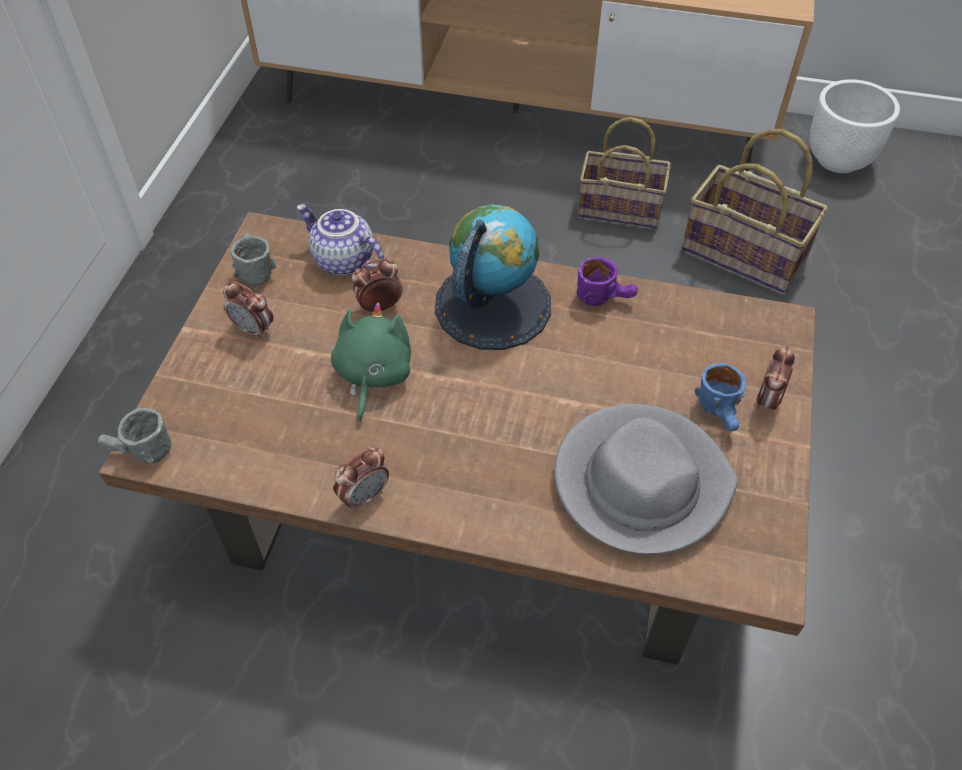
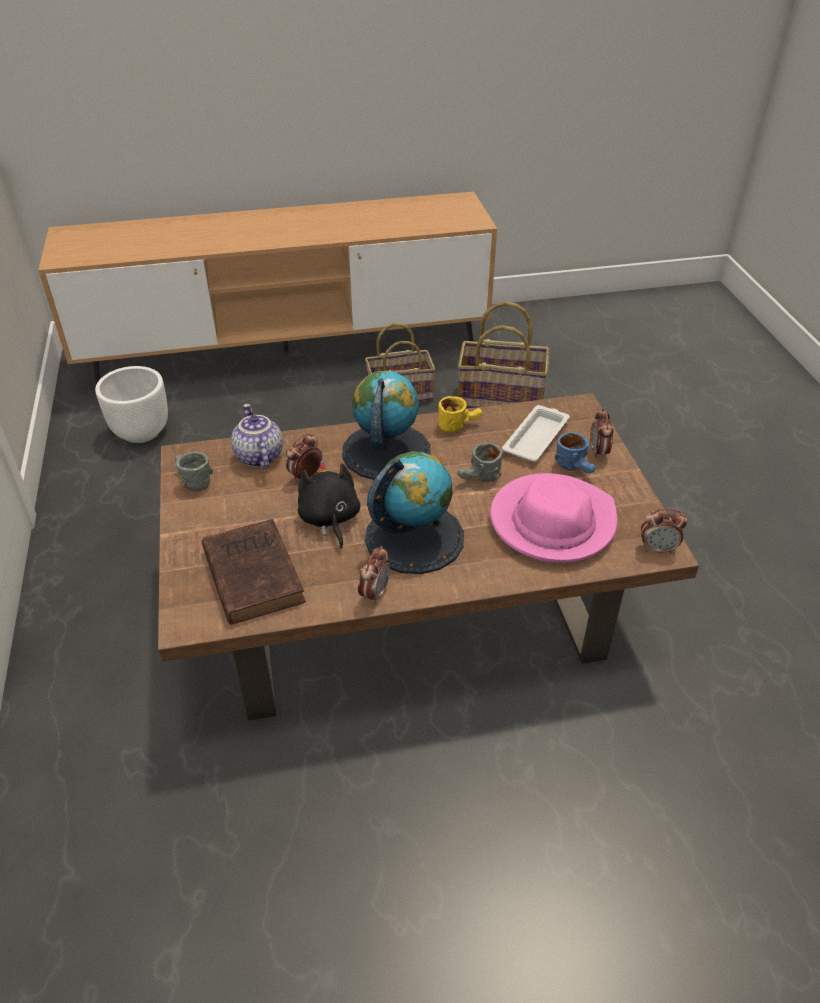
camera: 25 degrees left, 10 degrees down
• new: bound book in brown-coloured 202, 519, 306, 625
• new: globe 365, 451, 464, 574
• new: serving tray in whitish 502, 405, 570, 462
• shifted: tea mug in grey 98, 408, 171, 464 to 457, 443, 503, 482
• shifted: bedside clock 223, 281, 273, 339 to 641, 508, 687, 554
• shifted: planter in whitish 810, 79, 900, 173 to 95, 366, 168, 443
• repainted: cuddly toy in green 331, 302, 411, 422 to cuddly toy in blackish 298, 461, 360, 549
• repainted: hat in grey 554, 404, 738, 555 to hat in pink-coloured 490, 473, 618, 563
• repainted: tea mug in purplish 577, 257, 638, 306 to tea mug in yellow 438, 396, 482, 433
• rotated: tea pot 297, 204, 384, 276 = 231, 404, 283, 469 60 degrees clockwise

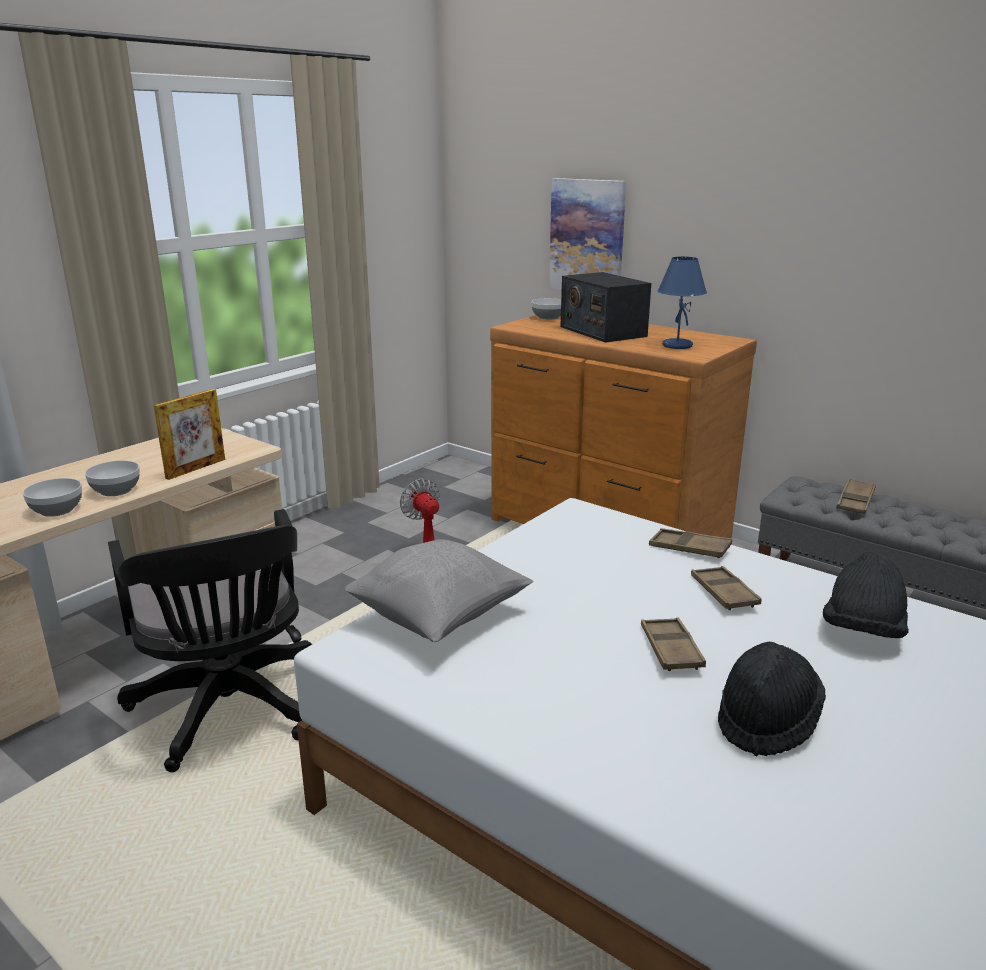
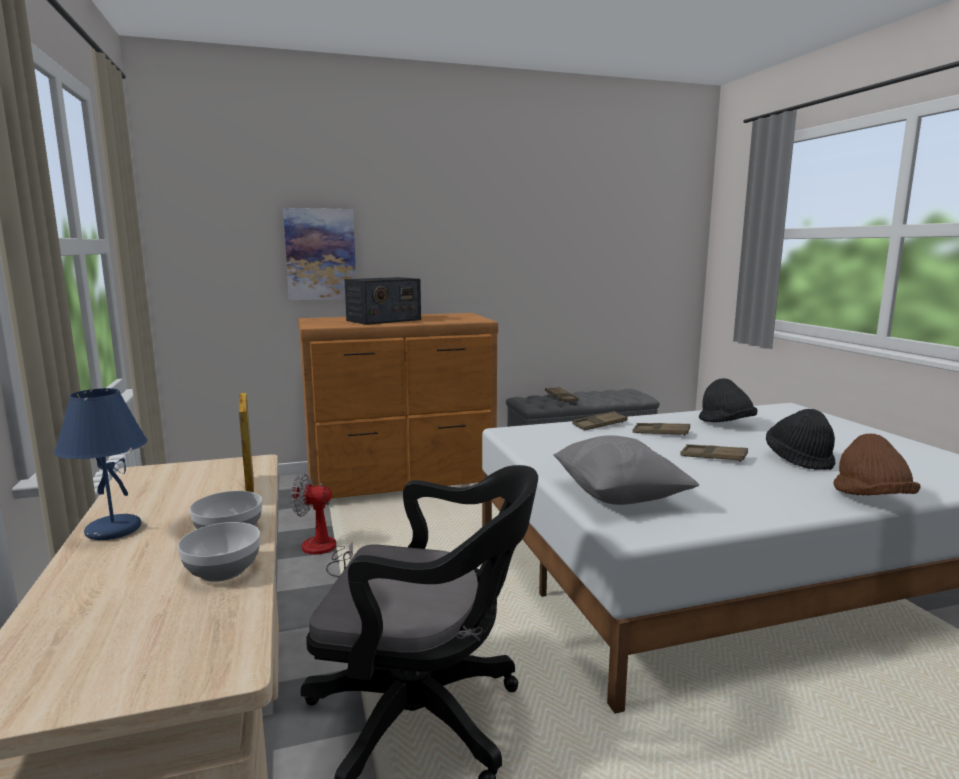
camera: 55 degrees left, 10 degrees down
• gone: serving bowl 531, 298, 561, 320
• new: hat in brown-coloured 834, 434, 921, 496
• shifted: lamp for a table in blue-coloured 658, 256, 707, 349 to 54, 388, 147, 540
• rotated: radio set 560, 272, 651, 343 = 344, 277, 421, 325 45 degrees counterclockwise

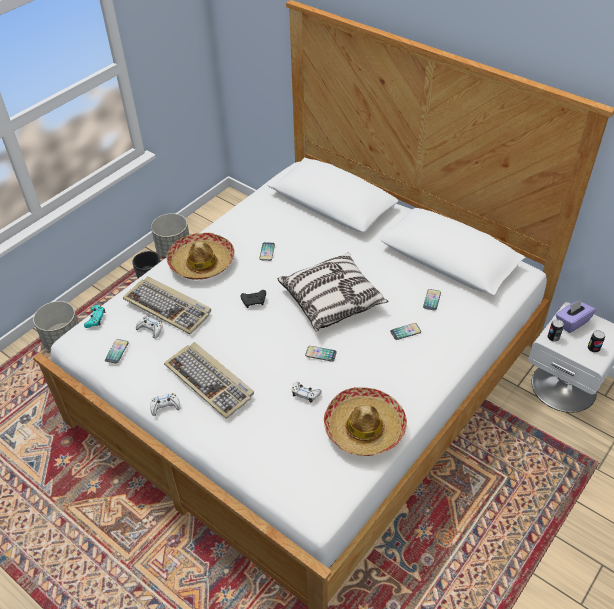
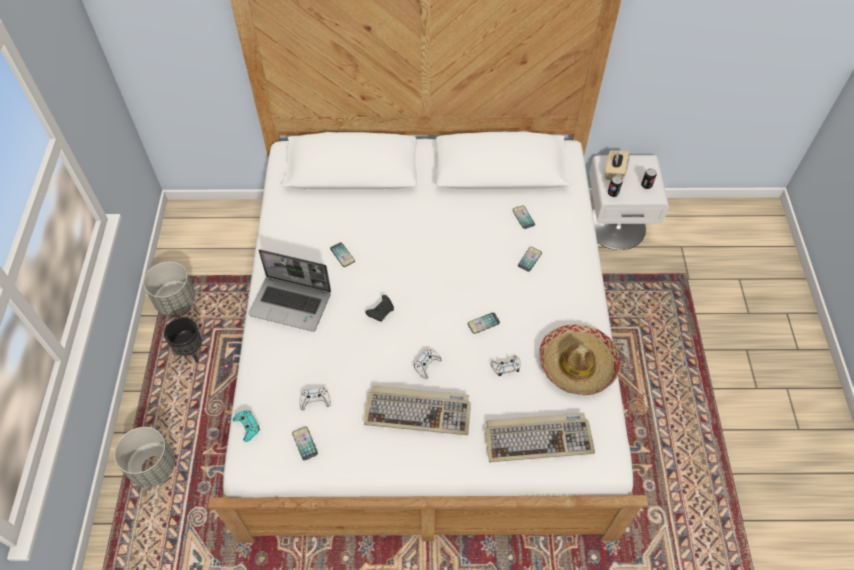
camera: 40 degrees left, 10 degrees up
• gone: cushion 278, 253, 388, 332
• shifted: keyboard 123, 276, 211, 335 to 485, 413, 595, 462
• shifted: gamepad in whitish 150, 393, 181, 416 to 414, 349, 442, 379
• swapped: hat 166, 233, 235, 280 to laptop 248, 249, 331, 332
• repainted: tissue box in purplish 556, 300, 596, 333 to tissue box in beige-coloured 605, 150, 630, 181

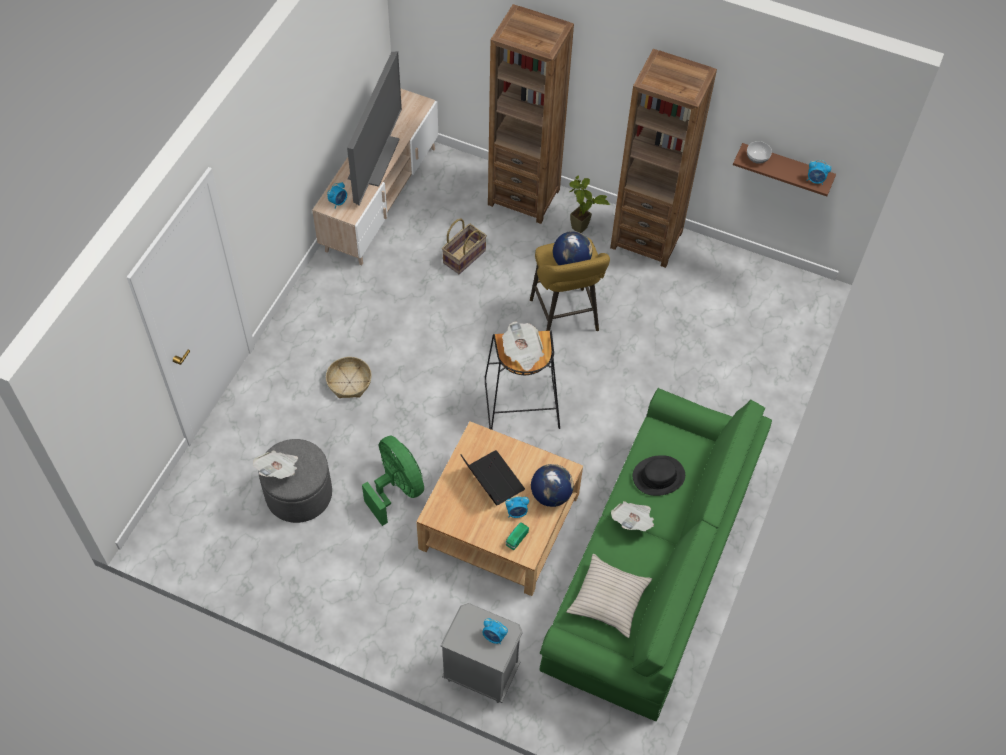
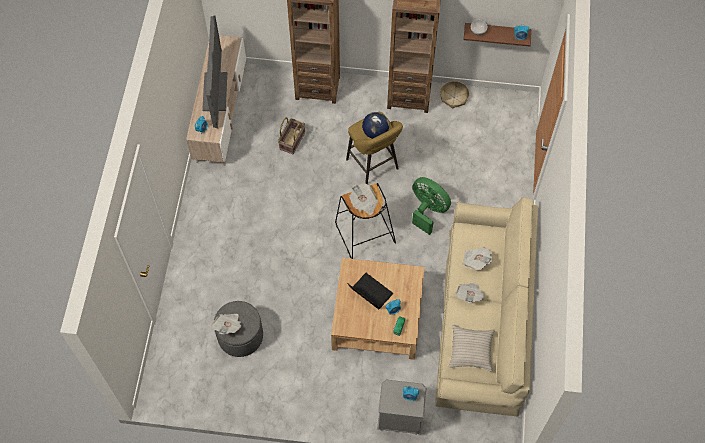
camera: 15 degrees left, 5 degrees up
• gone: globe 531, 464, 574, 507
• gone: houseplant 569, 175, 610, 233
• shifted: basket 326, 357, 372, 398 to 440, 81, 469, 109
• shifted: electric fan in green 362, 436, 424, 526 to 412, 177, 451, 235
• swapped: hat in blackish 633, 455, 685, 496 to newspaper 462, 247, 492, 270
• repainted: couch in green 539, 388, 772, 721 to couch in beige-coloured 435, 197, 538, 416

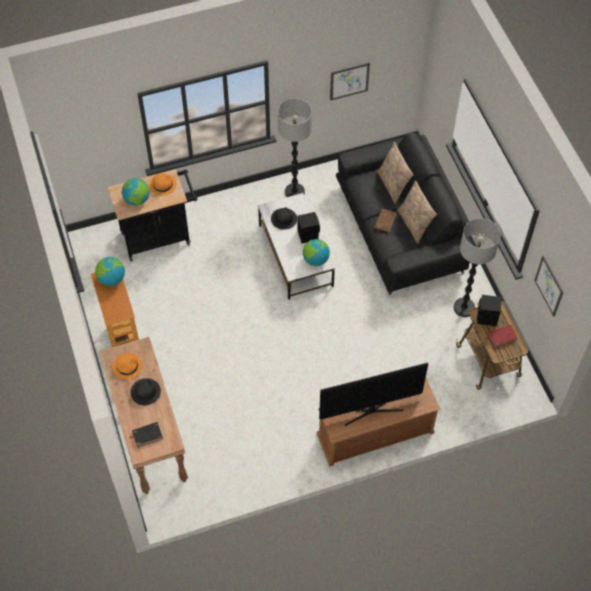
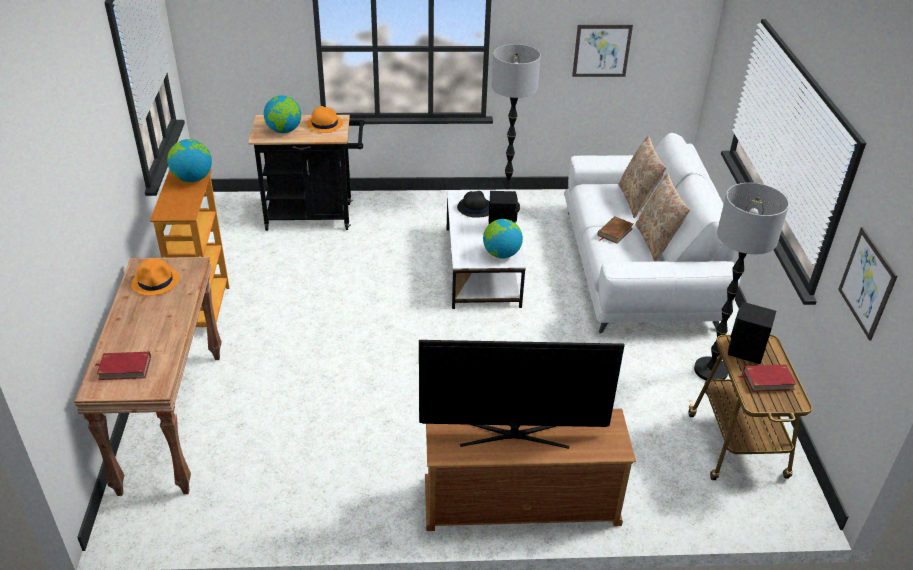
camera: 15 degrees right, 20 degrees down
• gone: hat in blackish 131, 378, 161, 405
• repainted: bound book in blackish 129, 422, 163, 448 to bound book in red 96, 352, 151, 380
• repainted: couch in blackish 336, 133, 474, 295 to couch in whitish 564, 133, 741, 333

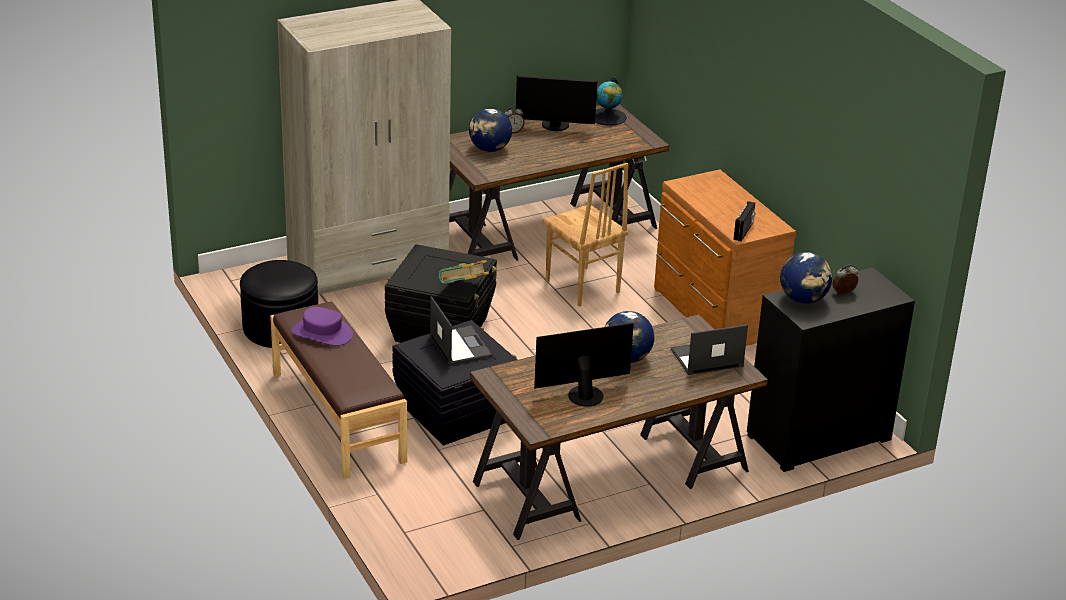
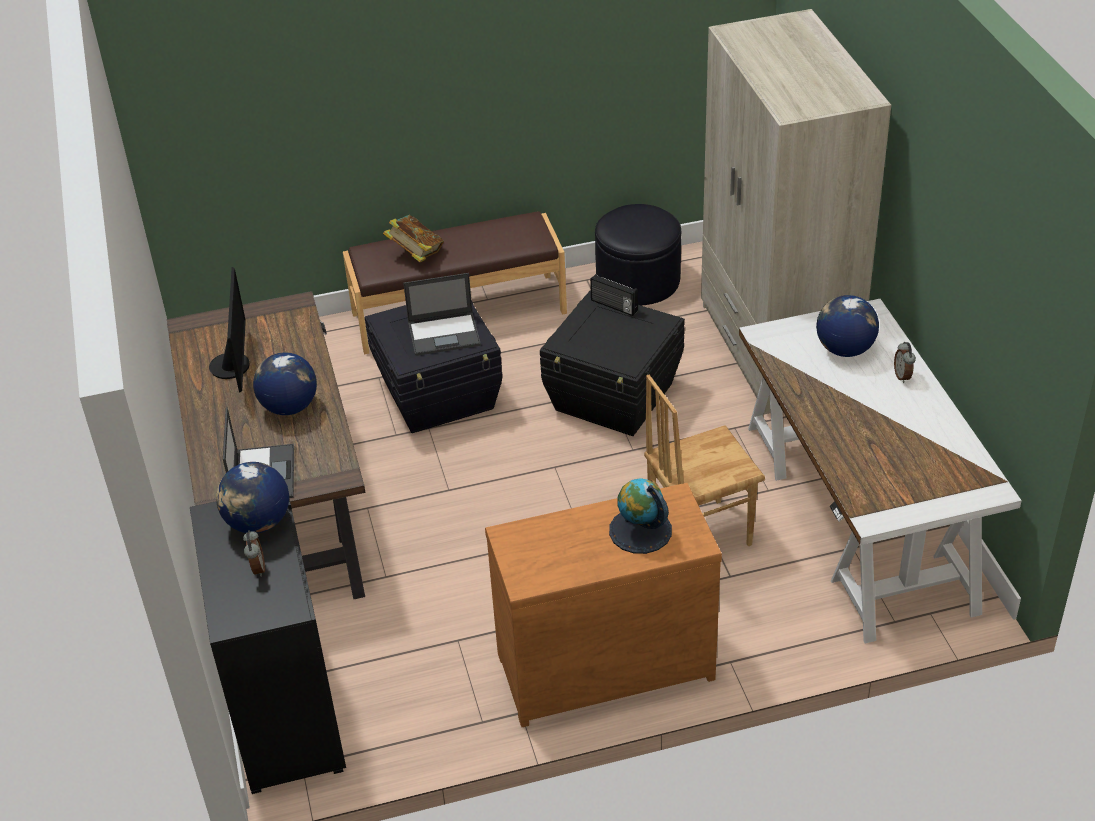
camera: 105 degrees right, 10 degrees up
• gone: hat in purplish 292, 307, 353, 346
• gone: computer display 516, 75, 597, 131
• shifted: bound book 439, 260, 489, 284 to 383, 215, 444, 262
• shifted: globe 595, 77, 627, 126 to 609, 478, 672, 554
• shifted: radio set 734, 201, 755, 241 to 590, 274, 638, 316
• repainted: desk in brown-coloured 449, 104, 669, 261 to desk in whitish 739, 299, 1022, 644

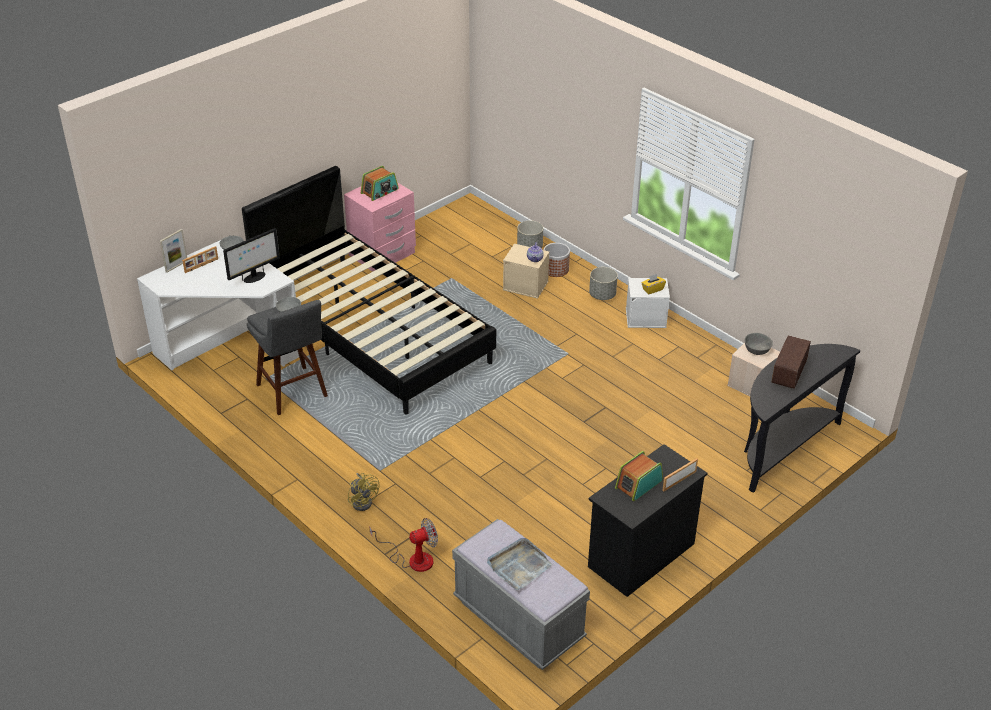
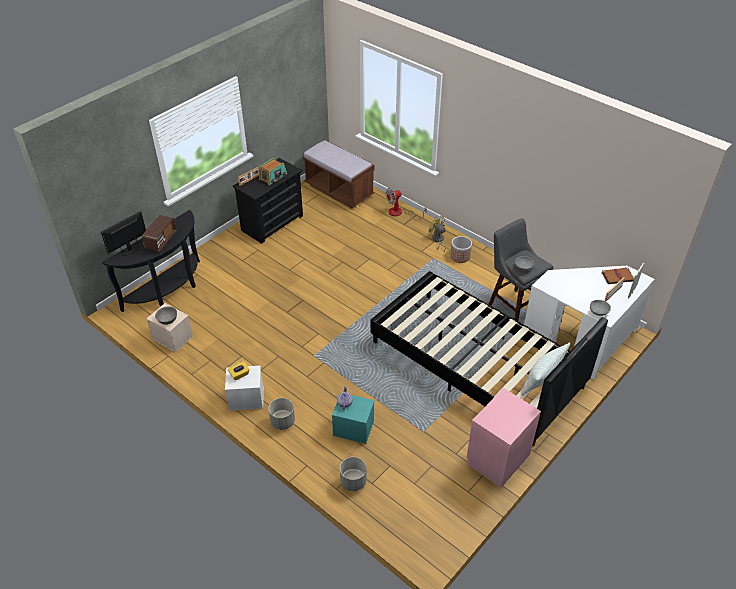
camera: 175 degrees right, 5 degrees up
• gone: radio set 361, 166, 399, 201
• gone: serving tray in grey 487, 538, 552, 590
• new: cushion 521, 342, 570, 396
• new: bound book in brown-coloured 601, 267, 634, 284
• shifted: computer display 223, 228, 280, 283 to 101, 211, 146, 255
• shifted: planter 544, 243, 570, 277 to 450, 236, 472, 263
• repainted: bench in grey 452, 519, 590, 670 to bench in brown-coloured 303, 140, 375, 209
• repainted: storage bin in beige-coloured 503, 244, 550, 299 to storage bin in blue-green 332, 395, 374, 444

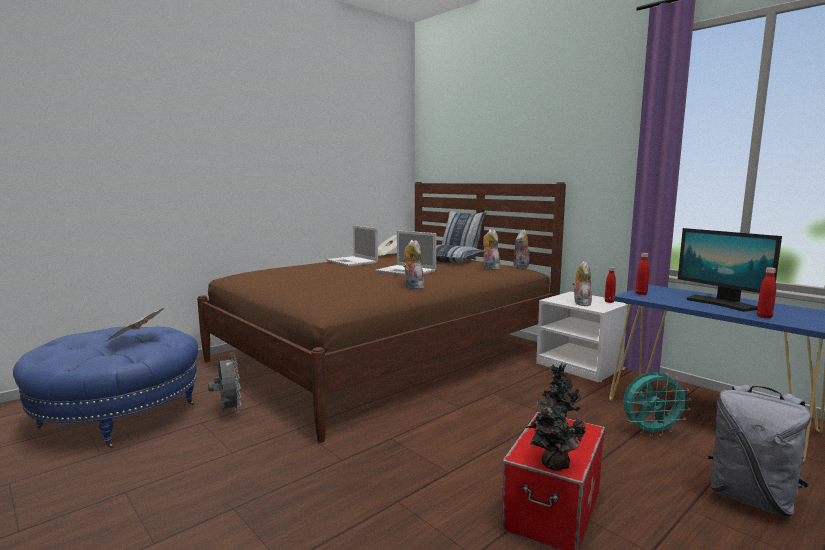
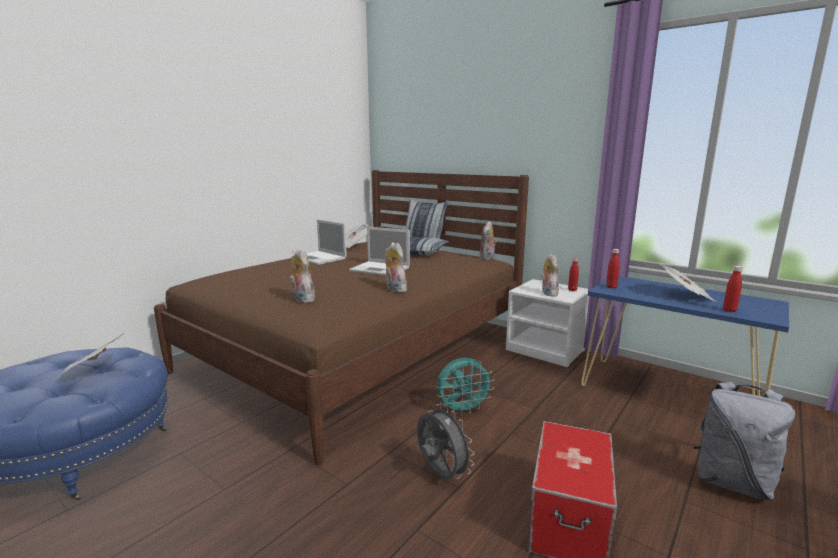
camera: 10 degrees left, 5 degrees up
• gone: houseplant 526, 363, 586, 471
• shifted: electric fan in grey 208, 353, 241, 414 to 417, 404, 475, 480
• shifted: cuddly toy 483, 229, 500, 270 to 289, 248, 315, 303
• shifted: electric fan in blue-green 623, 372, 692, 437 to 437, 358, 494, 415
• swapped: computer display 678, 228, 782, 312 to newspaper 660, 264, 717, 302

